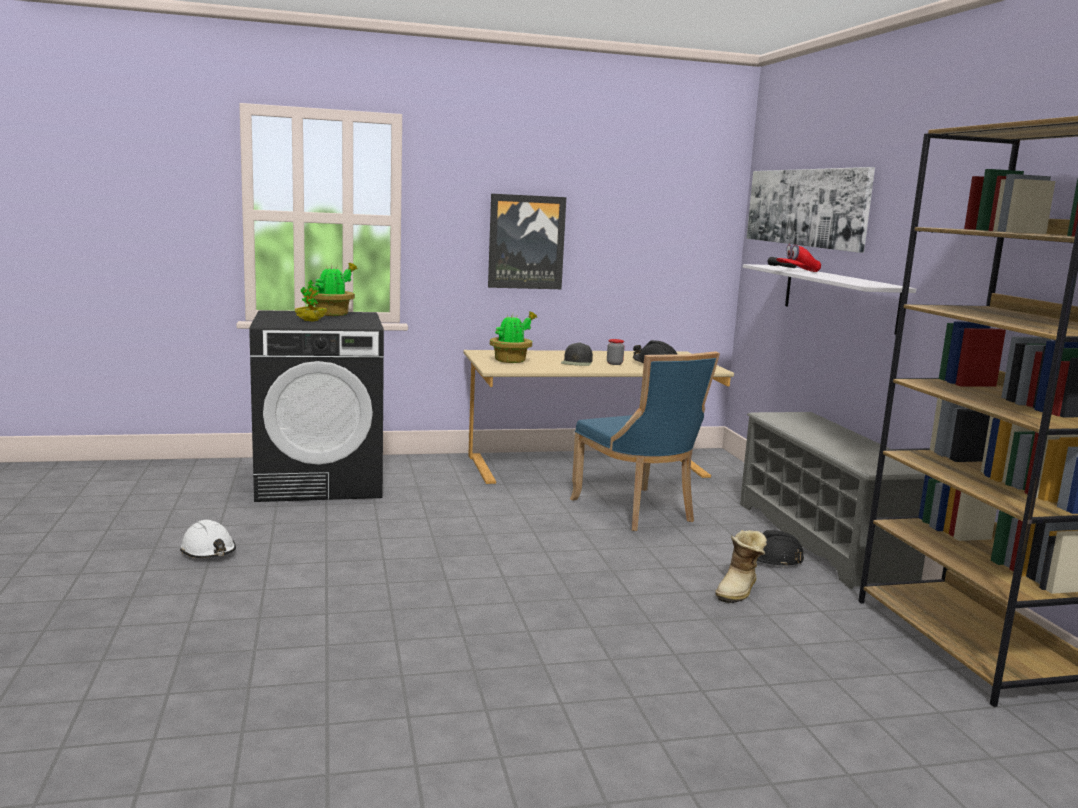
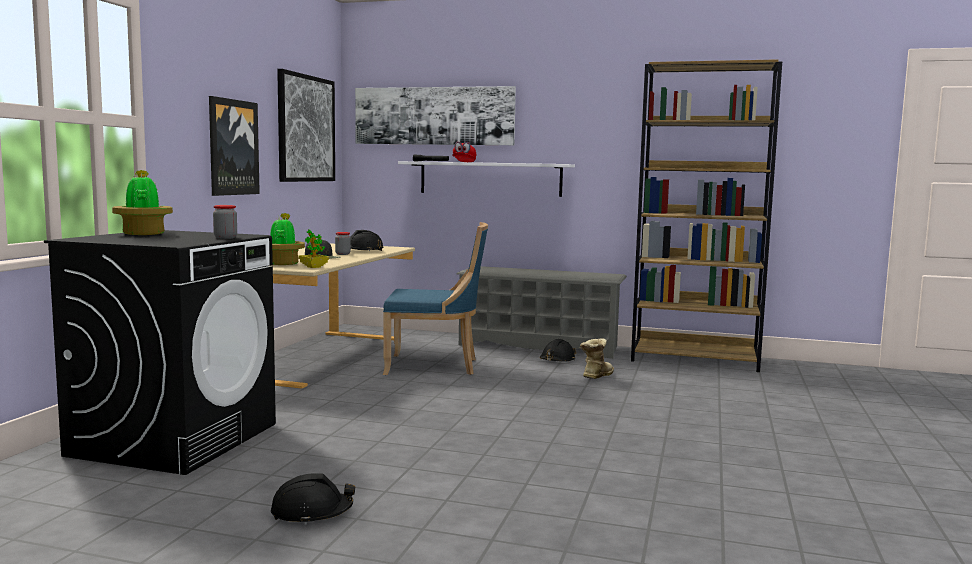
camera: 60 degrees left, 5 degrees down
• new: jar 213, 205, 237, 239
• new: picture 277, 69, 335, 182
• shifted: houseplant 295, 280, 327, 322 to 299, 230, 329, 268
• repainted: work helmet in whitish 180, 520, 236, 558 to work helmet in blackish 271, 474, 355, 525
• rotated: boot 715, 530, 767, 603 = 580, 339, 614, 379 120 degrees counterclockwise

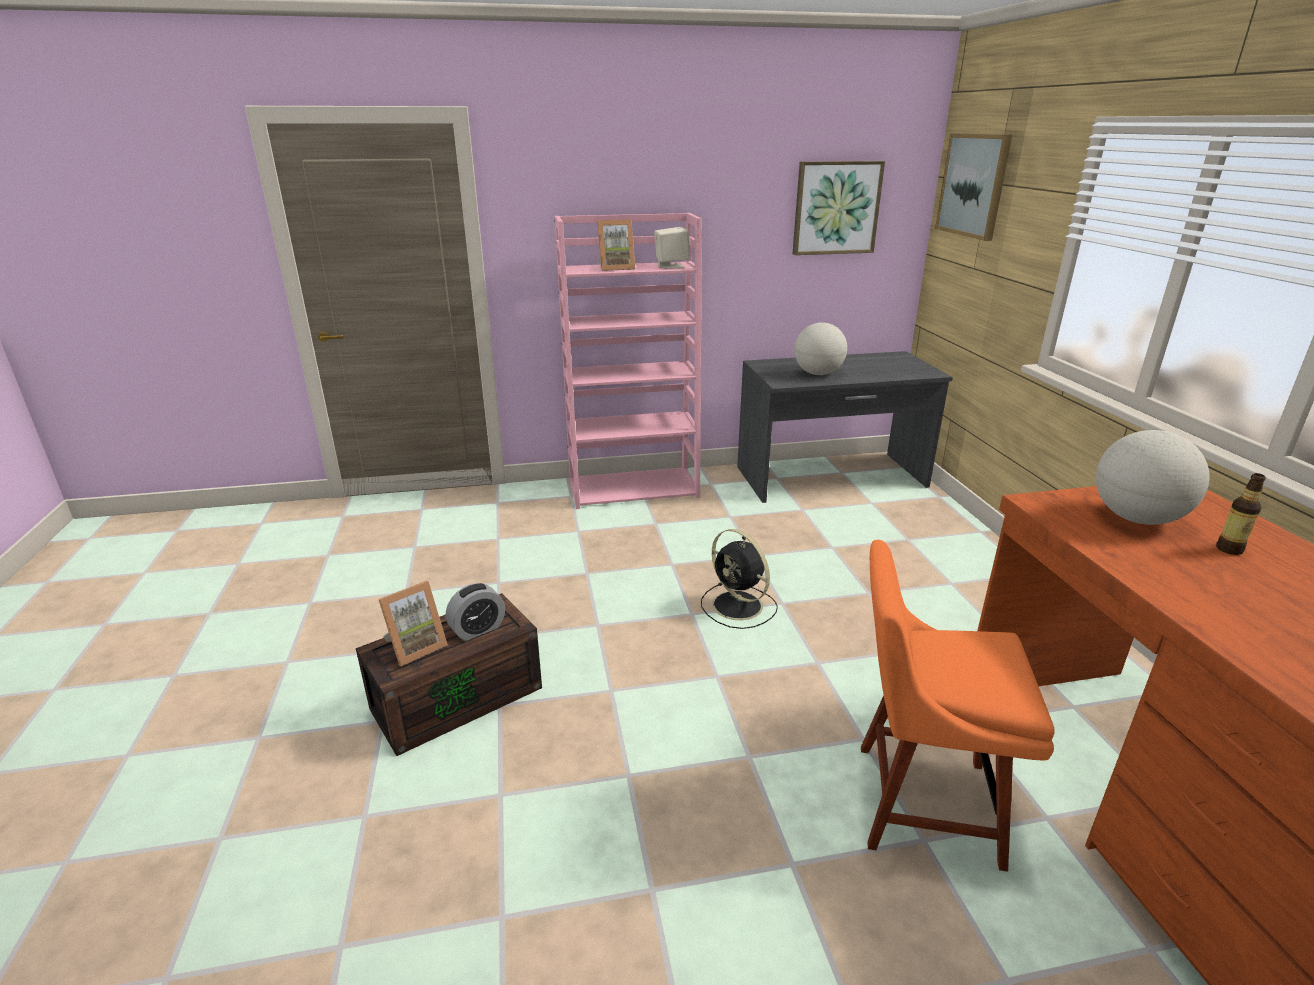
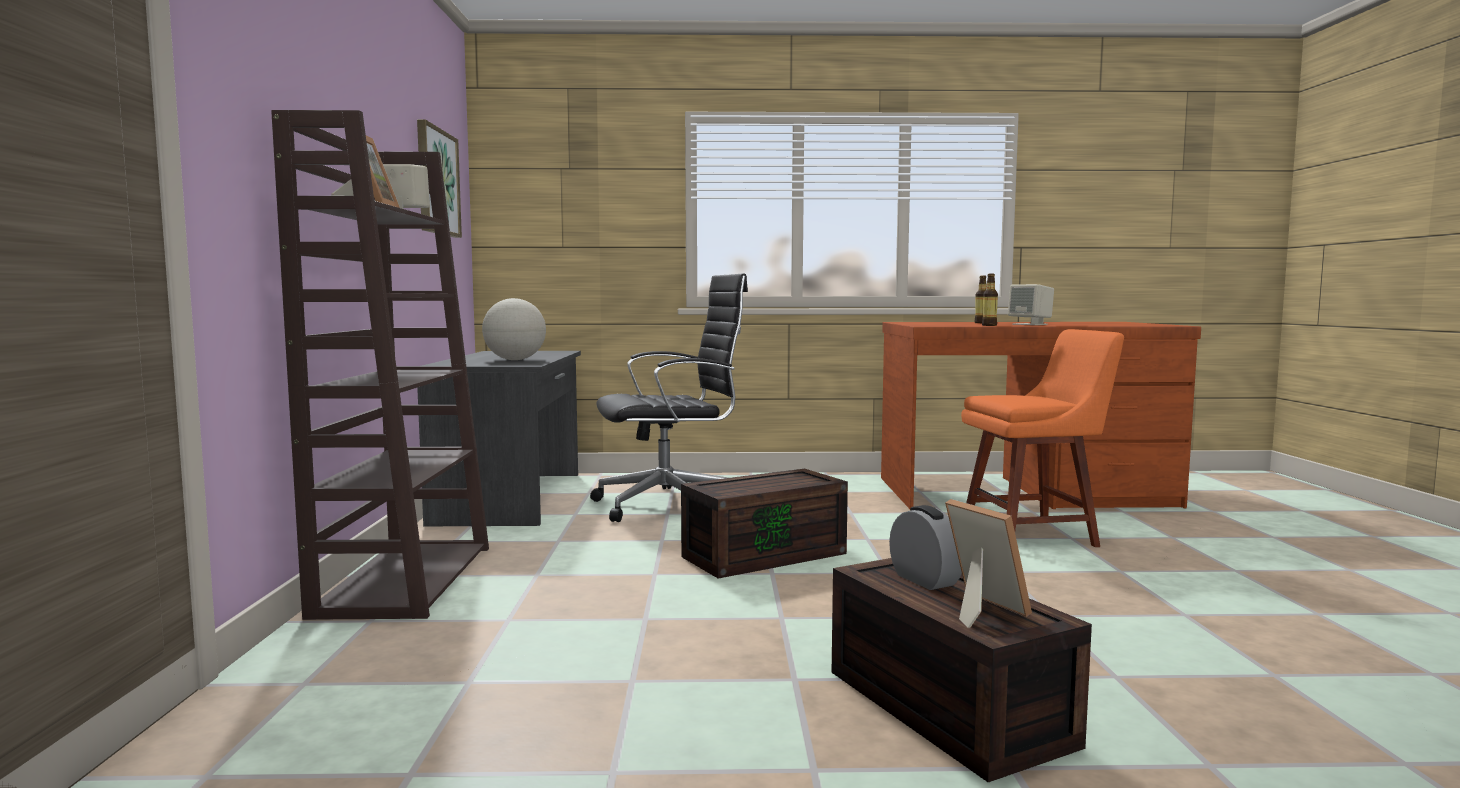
camera: 80 degrees left, 20 degrees down
• gone: picture 935, 133, 1012, 241
• gone: globe 1096, 430, 1209, 525
• new: computer chair in blackish 590, 273, 748, 522
• new: bottle 982, 274, 998, 326
• new: loudspeaker in beige-coloured 1008, 284, 1054, 325
• swapped: electric fan in blackish 701, 529, 778, 629 to storage bin in brown-coloured 681, 469, 848, 579
• repainted: bookcase in pink-coloured 554, 213, 702, 509 to bookcase in brown-coloured 271, 110, 489, 620
• rotated: plain chair in orange-coloured 861, 540, 1055, 872 = 961, 329, 1124, 547 120 degrees counterclockwise

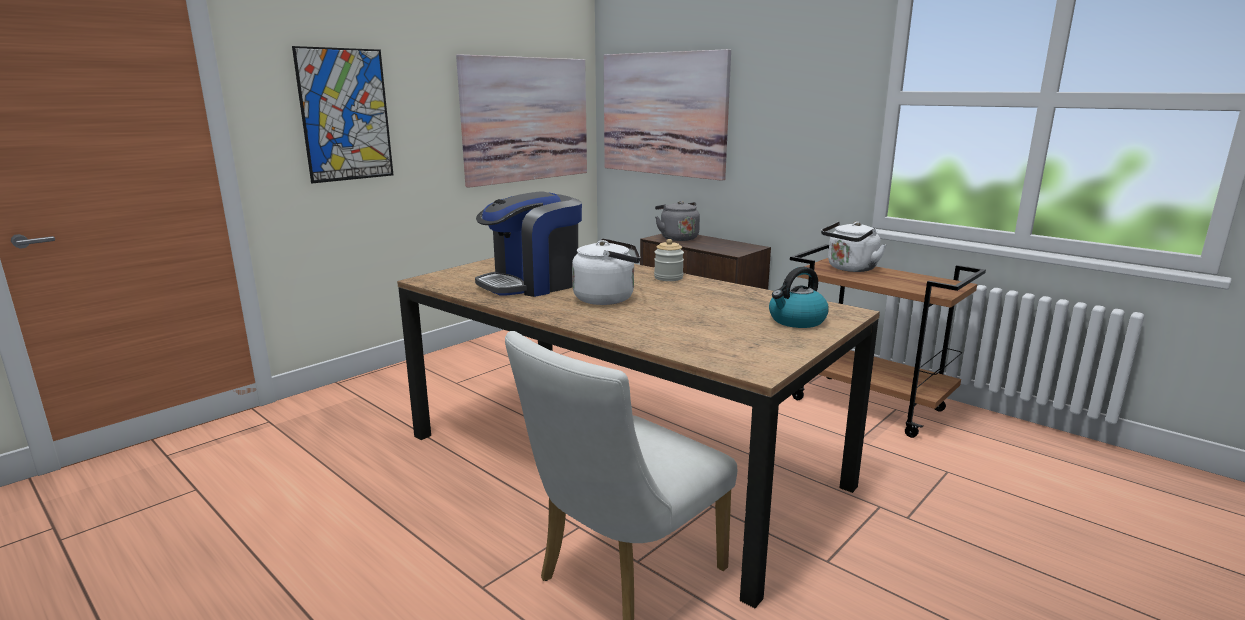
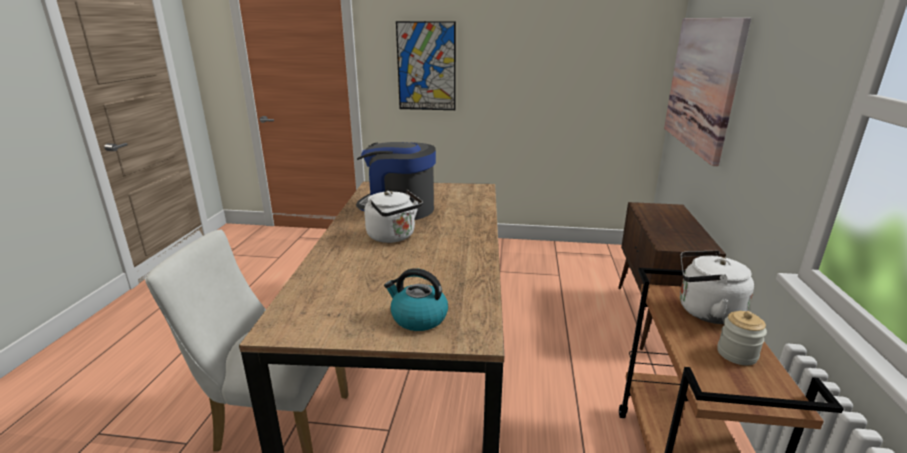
camera: 55 degrees right, 5 degrees up
• gone: picture 456, 54, 587, 188
• gone: tea kettle in grey 655, 201, 700, 241
• shifted: jar 654, 239, 684, 281 to 717, 311, 767, 365

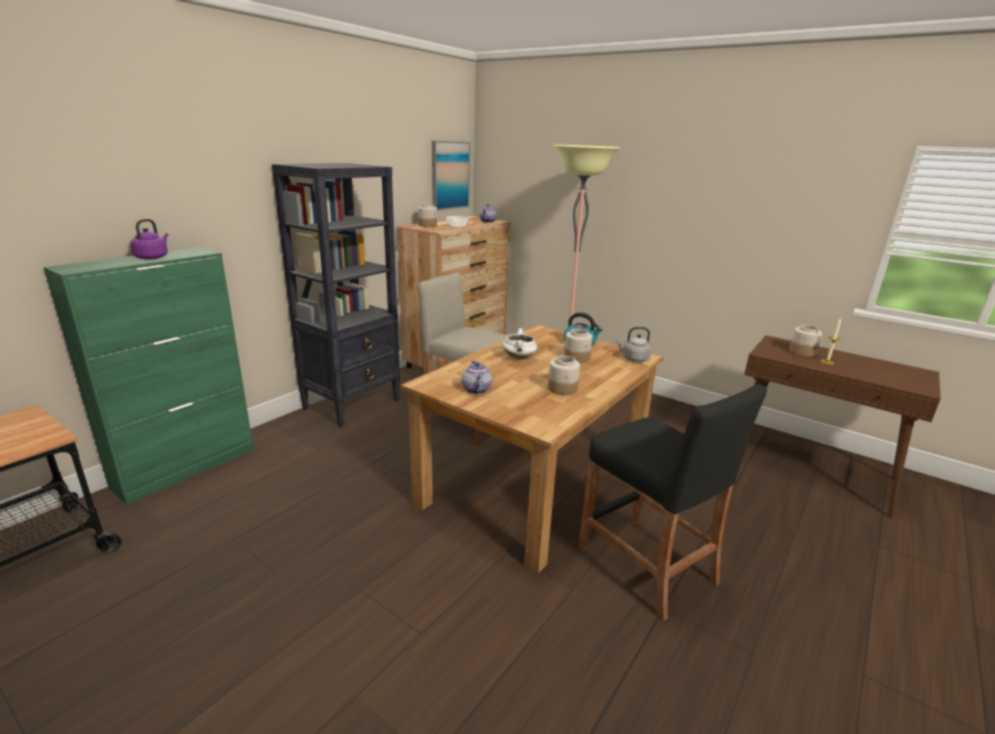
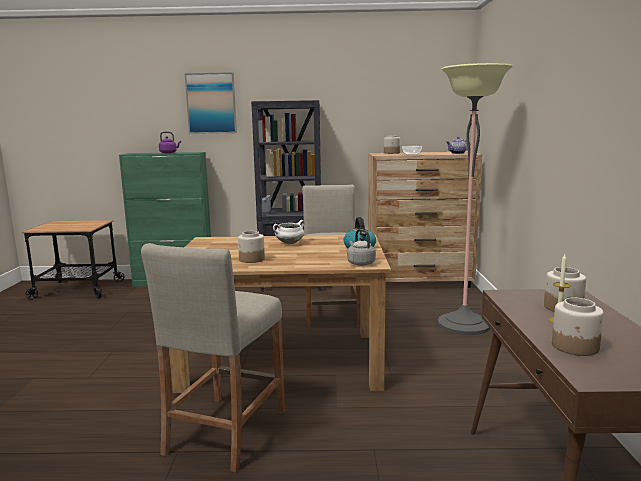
camera: 55 degrees right, 10 degrees down
• gone: tea pot 462, 361, 492, 394
• shifted: picture 432, 141, 470, 211 to 185, 72, 237, 134
• shifted: jar 564, 329, 592, 363 to 552, 298, 604, 356
• repainted: stool in blackish 578, 385, 767, 621 to stool in beige-coloured 141, 243, 285, 472

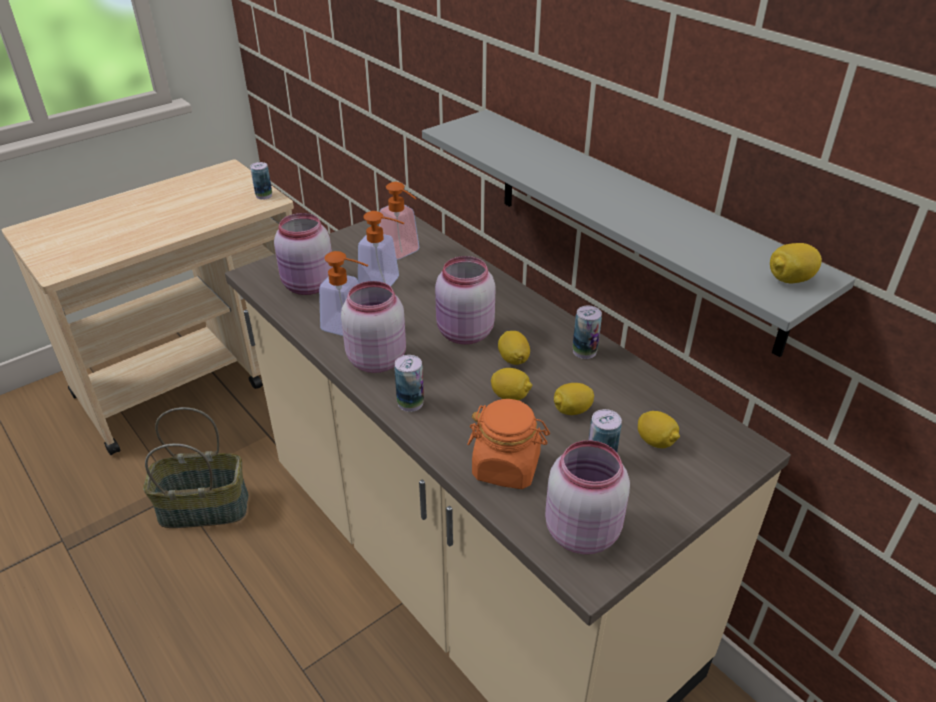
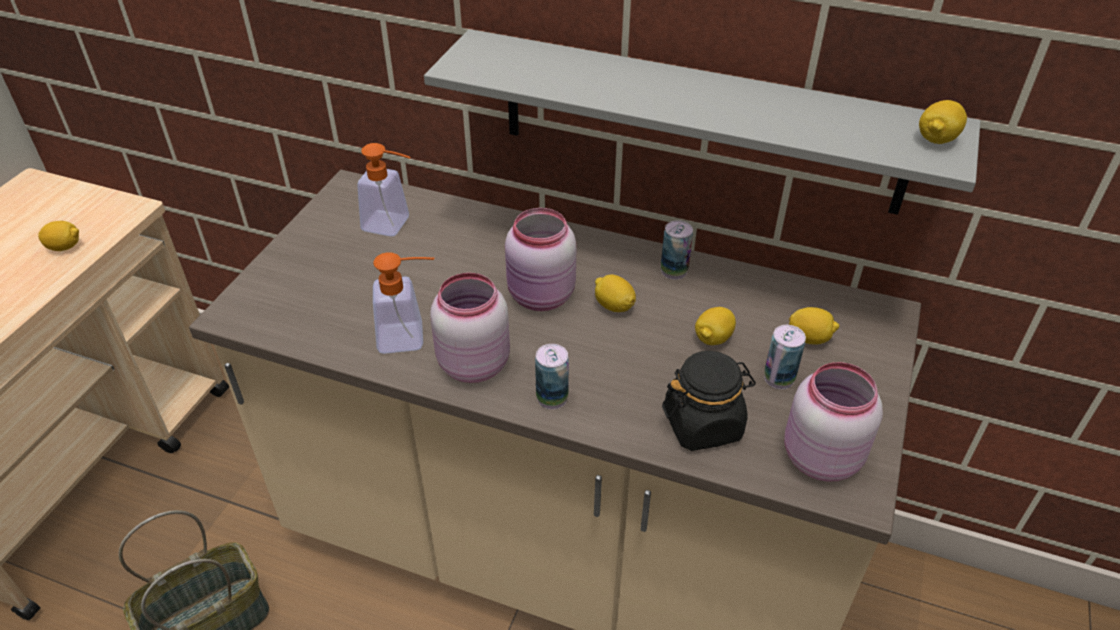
camera: 30 degrees left, 5 degrees up
• gone: sealed can 250, 162, 272, 200
• gone: jar in pink-coloured 274, 213, 333, 295
• gone: soap bottle 358, 211, 404, 287
• shifted: lemon 491, 368, 532, 400 to 38, 221, 79, 251
• repainted: jar in orange-coloured 467, 399, 550, 489 to jar in blackish 662, 351, 756, 451

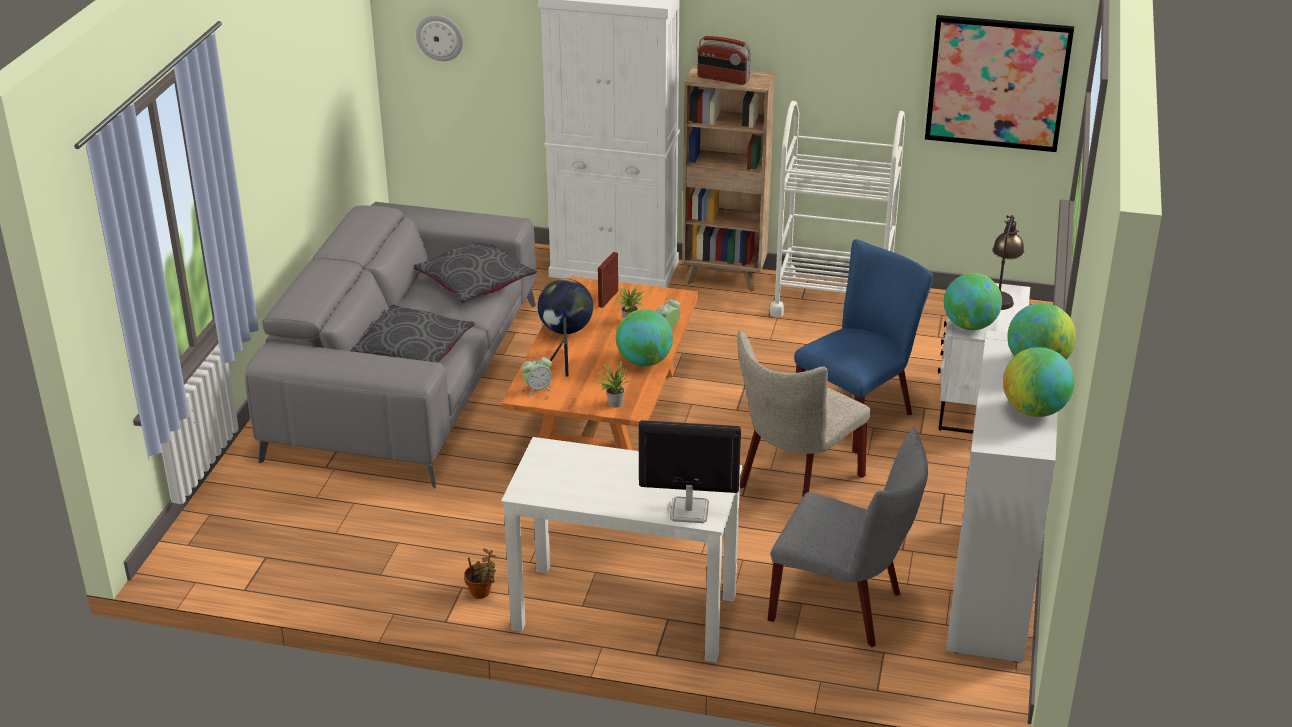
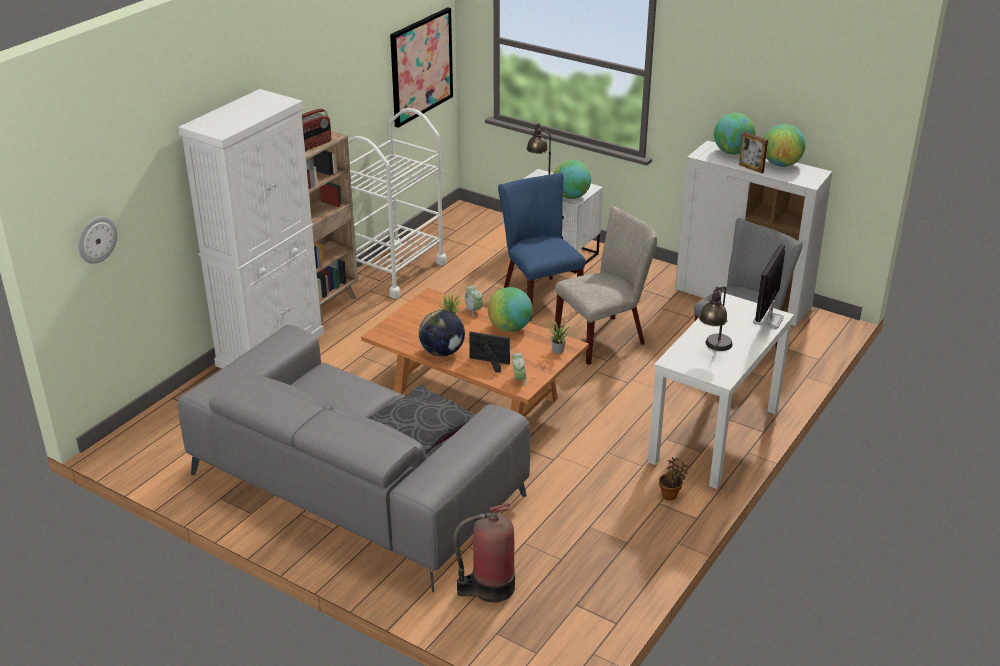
camera: 70 degrees left, 0 degrees up
• gone: cushion in grey 414, 243, 537, 303
• new: fire-fighting cylinder 453, 503, 515, 602
• new: lamp for a table 699, 287, 733, 351
• shifted: photo frame 598, 252, 618, 308 to 739, 132, 768, 173
• rotated: plain chair in beige-coloured 737, 330, 871, 498 = 554, 206, 657, 365 90 degrees counterclockwise

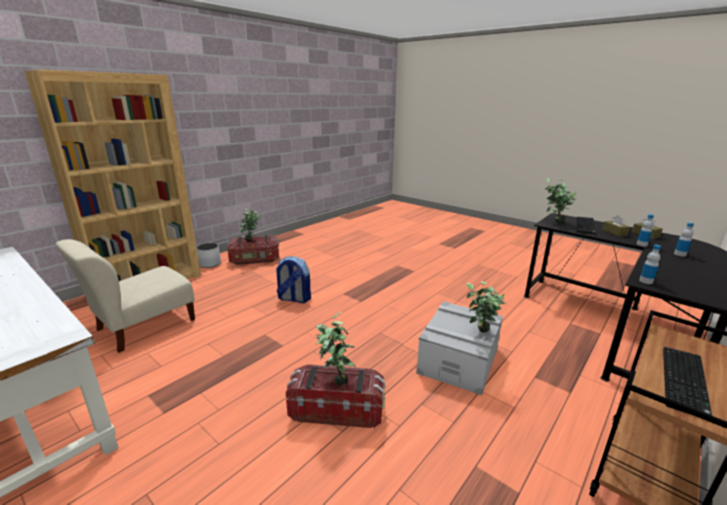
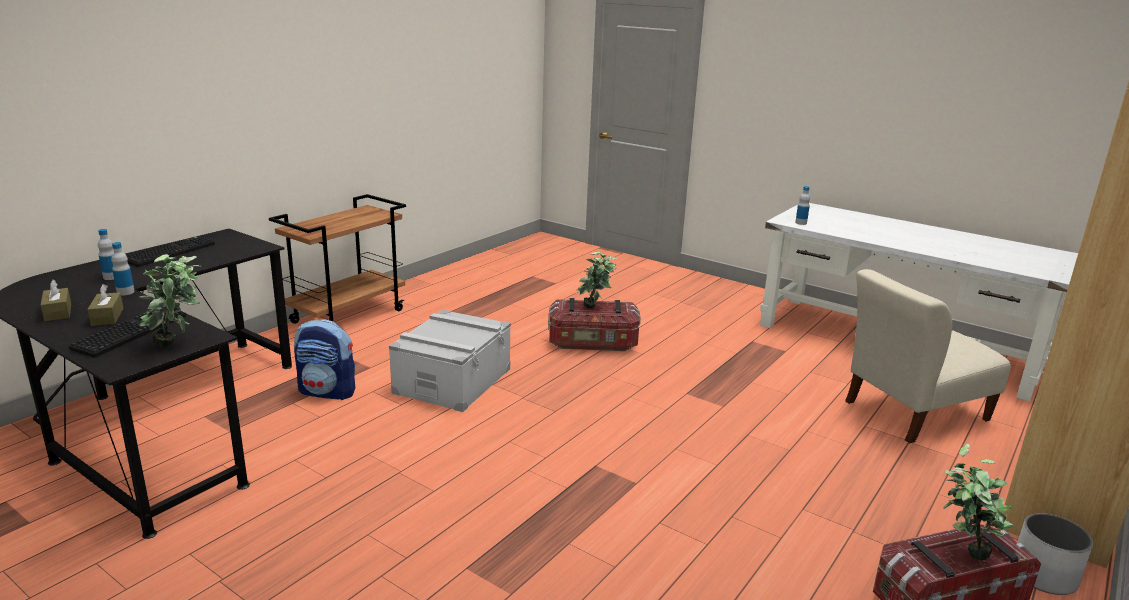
camera: 175 degrees right, 0 degrees up
• gone: houseplant 466, 281, 507, 333
• shifted: rucksack 276, 256, 311, 303 to 294, 319, 355, 400
• shifted: bottle 639, 244, 661, 284 to 795, 186, 810, 225
• shifted: keyboard 663, 347, 712, 416 to 127, 236, 215, 267
• rotated: plain chair in beige-coloured 56, 239, 195, 353 = 845, 269, 1011, 443 150 degrees counterclockwise

